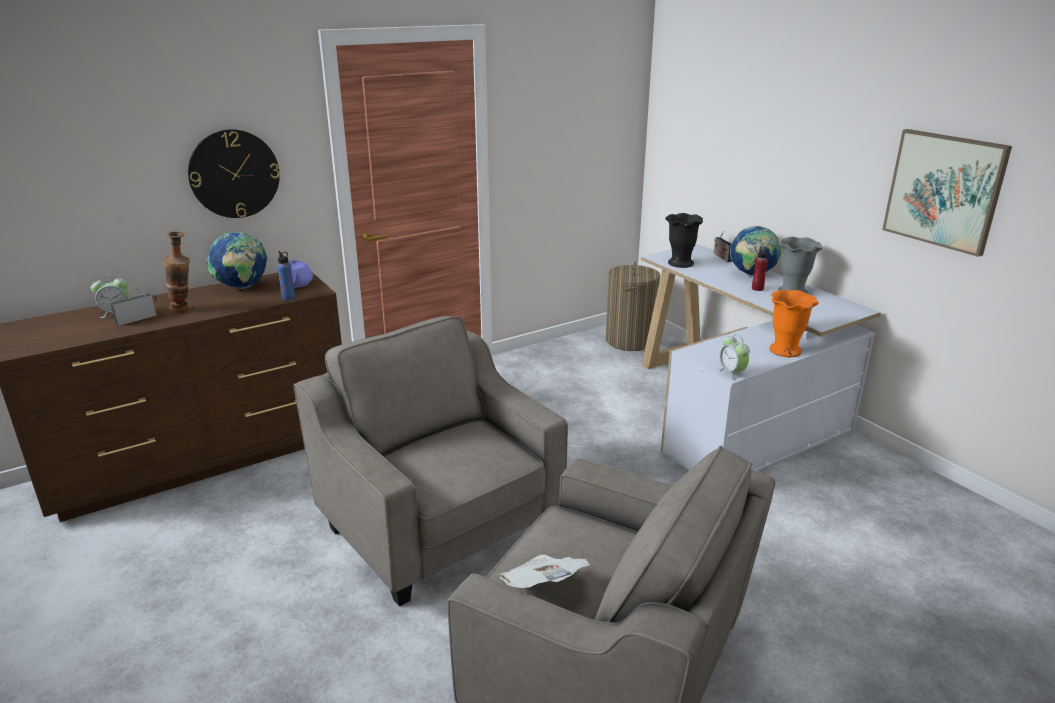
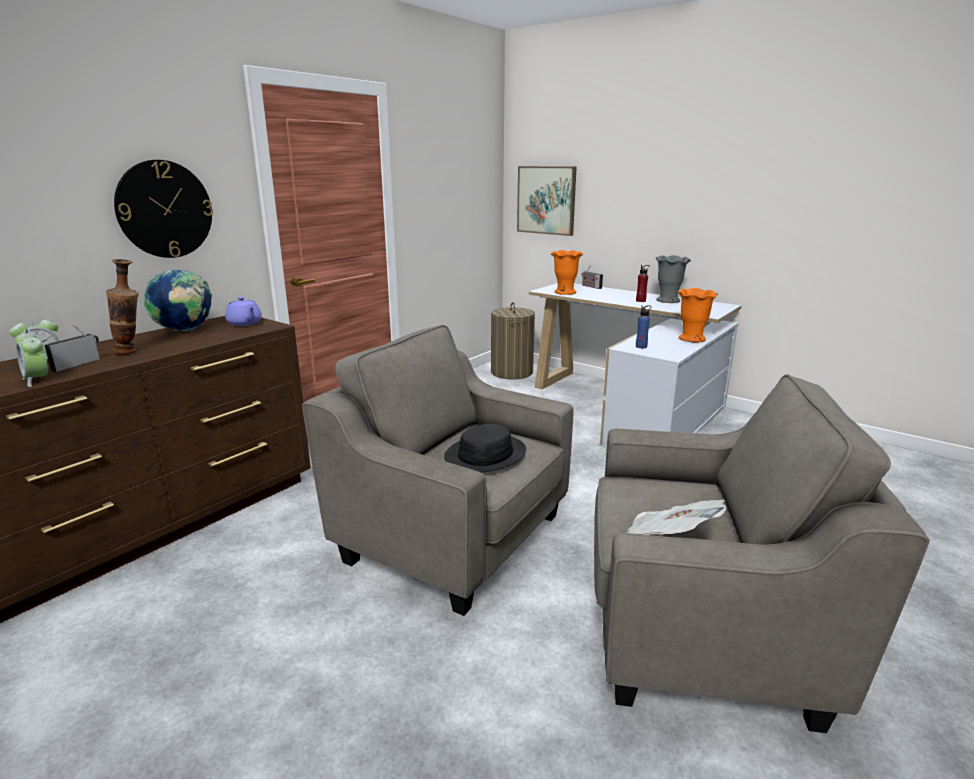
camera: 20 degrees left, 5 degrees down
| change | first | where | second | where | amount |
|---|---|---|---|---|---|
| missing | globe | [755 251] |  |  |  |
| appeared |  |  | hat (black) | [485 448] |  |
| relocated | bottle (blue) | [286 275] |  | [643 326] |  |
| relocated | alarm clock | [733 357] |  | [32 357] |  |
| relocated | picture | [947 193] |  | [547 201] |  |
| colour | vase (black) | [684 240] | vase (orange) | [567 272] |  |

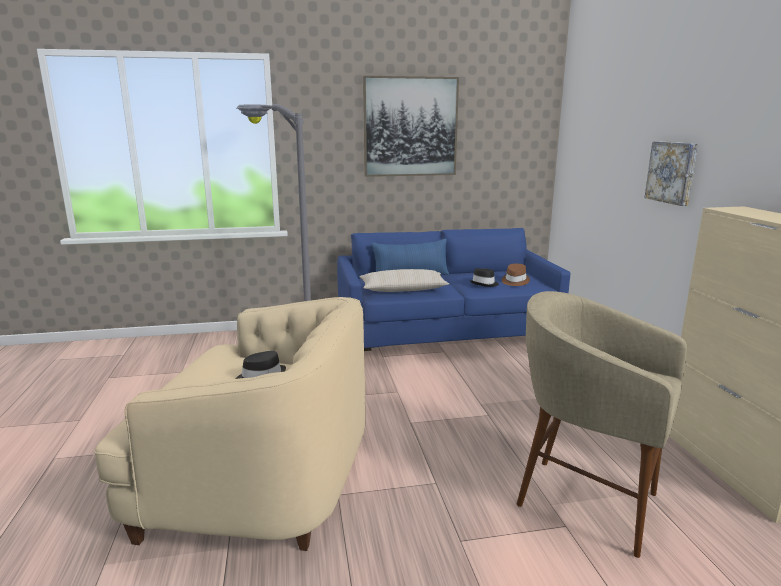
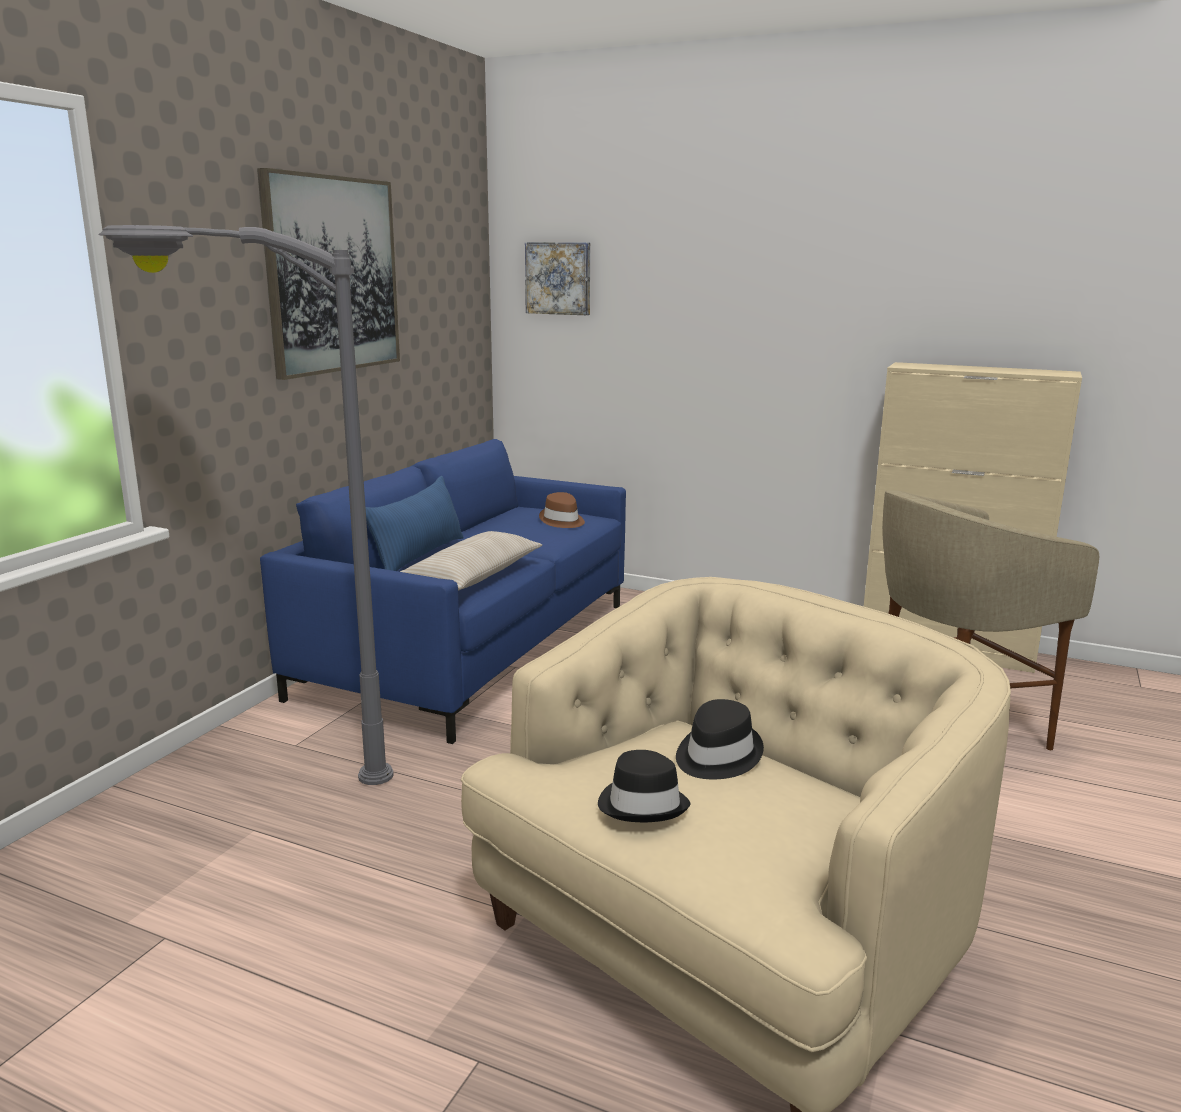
camera: 55 degrees left, 0 degrees up
| change | first | where | second | where | amount |
|---|---|---|---|---|---|
| relocated | hat (black) | [484 277] |  | [644 786] |  |
| relocated | picture | [671 173] |  | [557 278] |  |

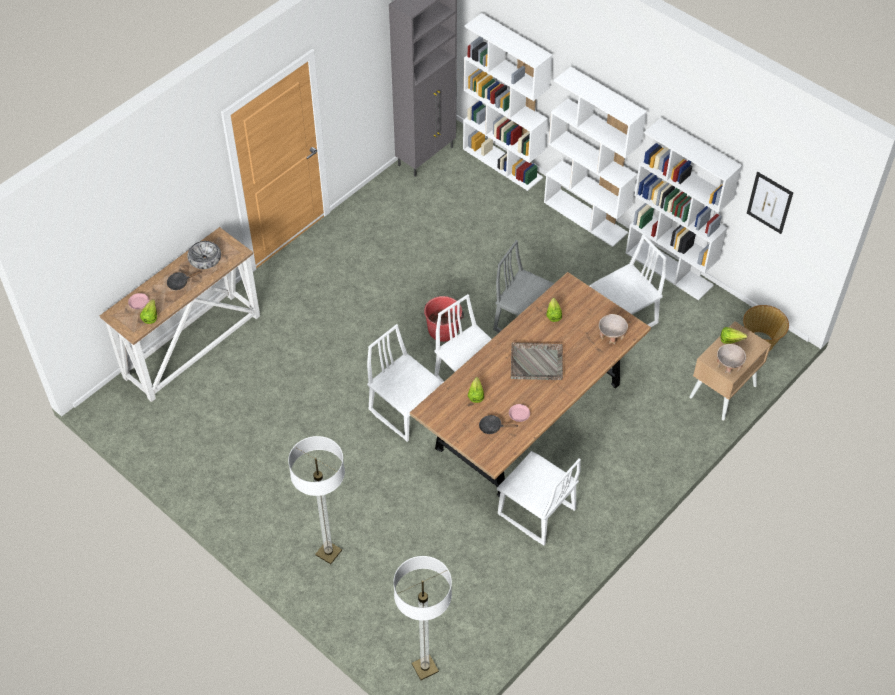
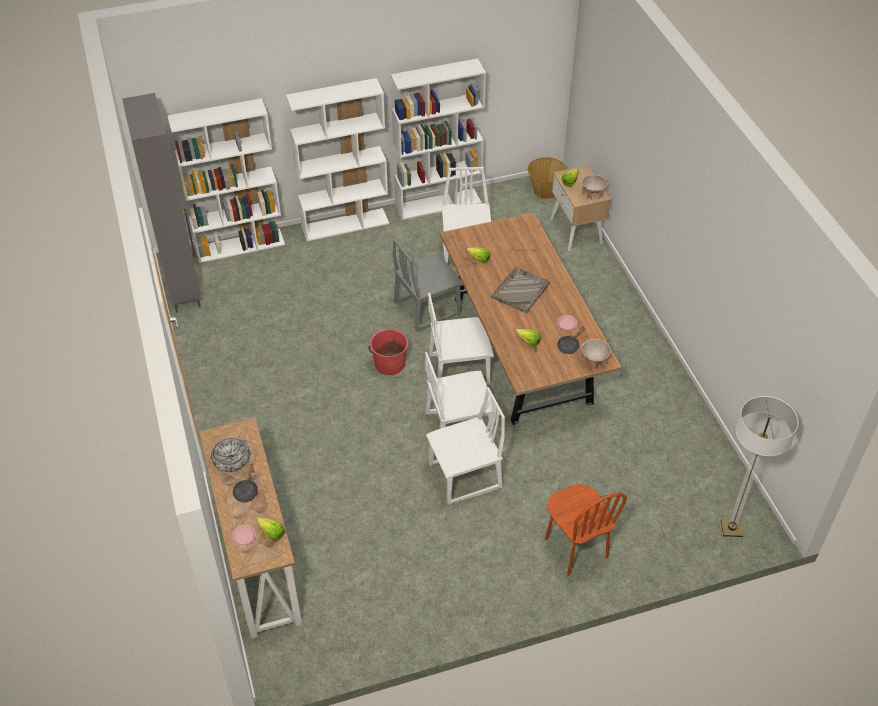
camera: 60 degrees left, 5 degrees down
| change | first | where | second | where | amount |
|---|---|---|---|---|---|
| missing | picture | [770 203] |  |  |  |
| relocated | chair (white) | [539 498] |  | [465 446] |  |
| relocated | bowl (beige) | [613 329] |  | [596 354] |  |
| exchanged | floor lamp | [316 500] | chair (brown) | [586 530] |  |

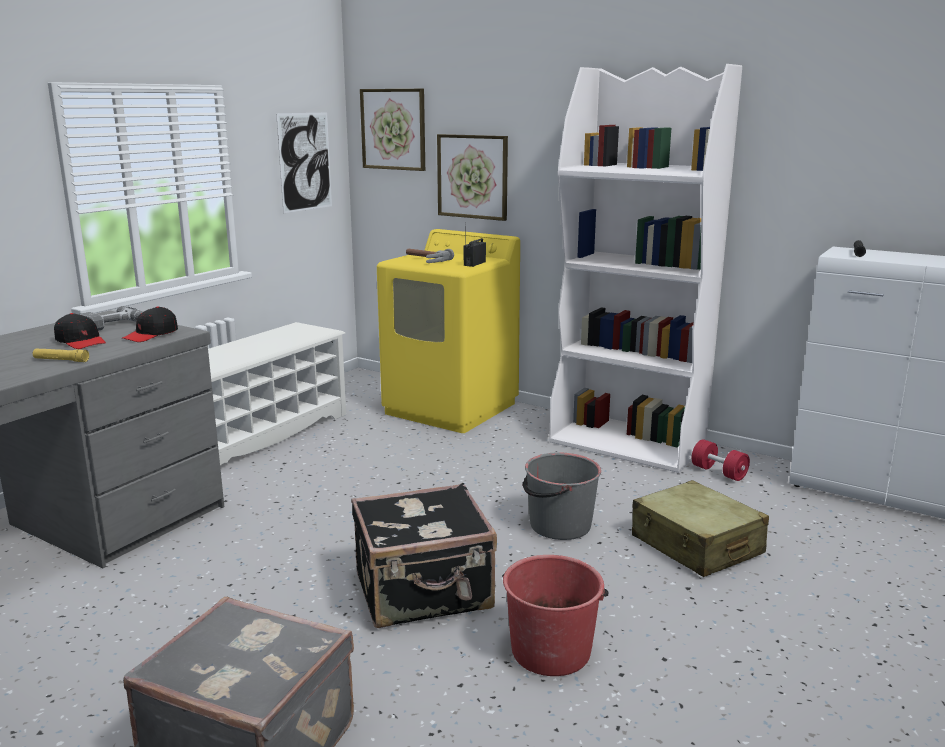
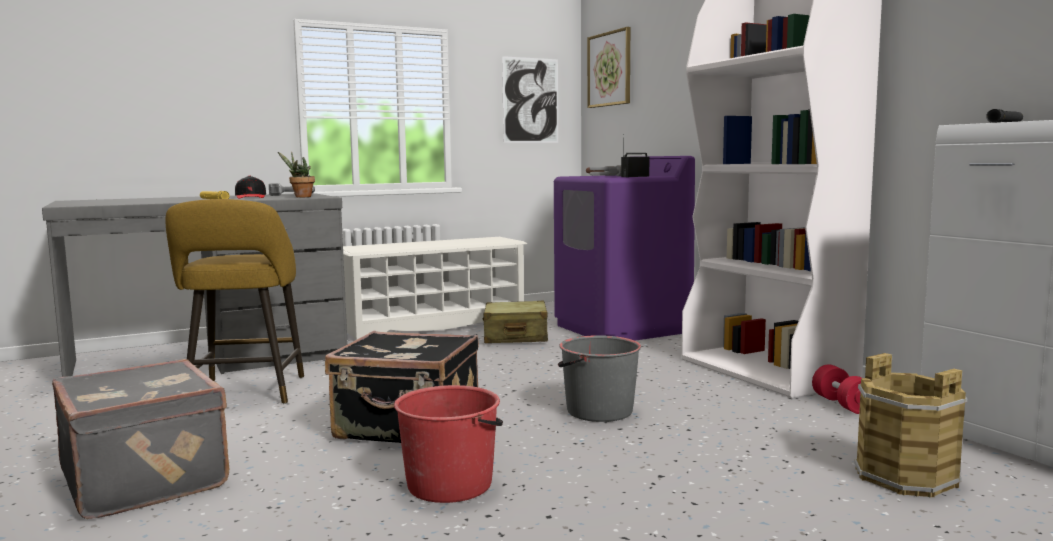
camera: 30 degrees right, 10 degrees down
| change | first | where | second | where | amount |
|---|---|---|---|---|---|
| missing | picture | [472 177] |  |  |  |
| appeared |  |  | stool (yellow) | [234 301] |  |
| appeared |  |  | bucket (brown) | [910 425] |  |
| relocated | suitcase (beige) | [700 528] |  | [515 322] |  |
| exchanged | cap (black) | [150 324] | potted plant | [296 174] |  |
| colour | washing machine (yellow) | [448 331] | washing machine (purple) | [624 248] |  |

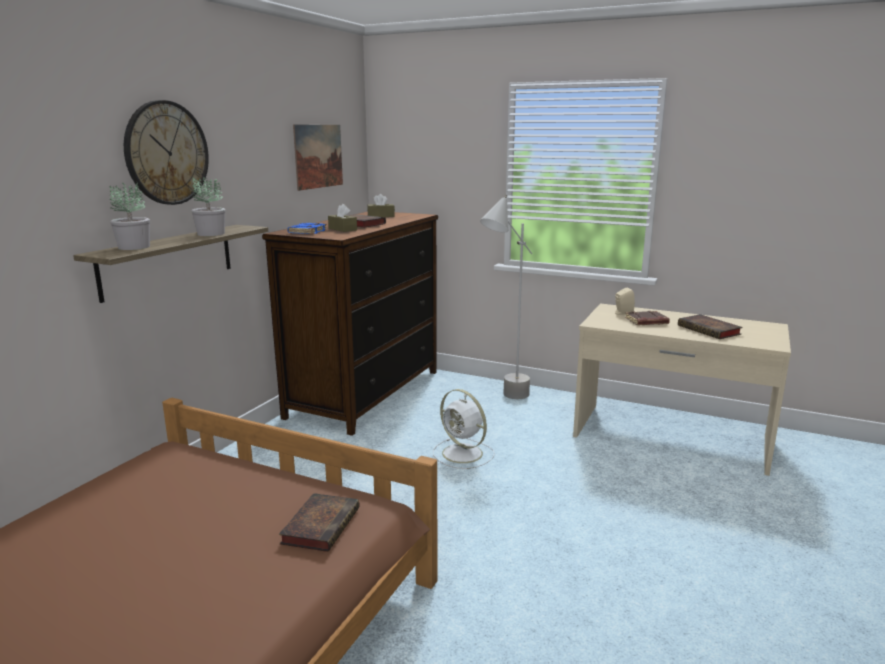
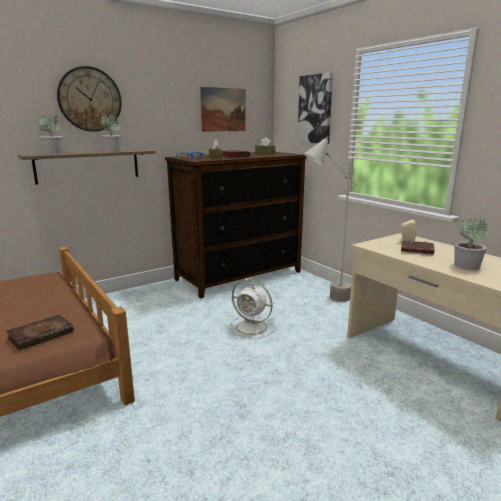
camera: 30 degrees right, 0 degrees up
| change | first | where | second | where | amount |
|---|---|---|---|---|---|
| appeared |  |  | picture | [315 108] |  |
| exchanged | book | [710 326] | potted plant | [471 244] |  |
| spun | fan (white) | [464 429] |  | [252 309] | 45 degrees counterclockwise |

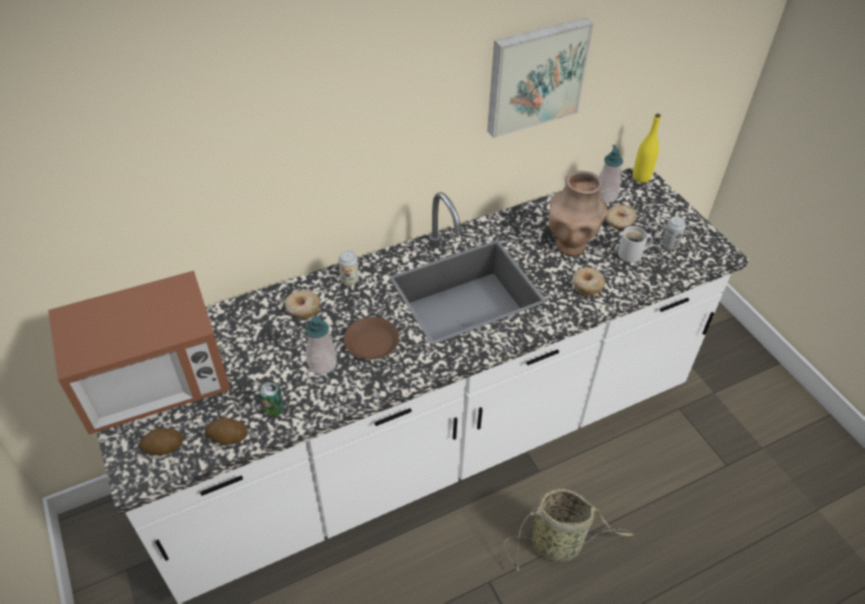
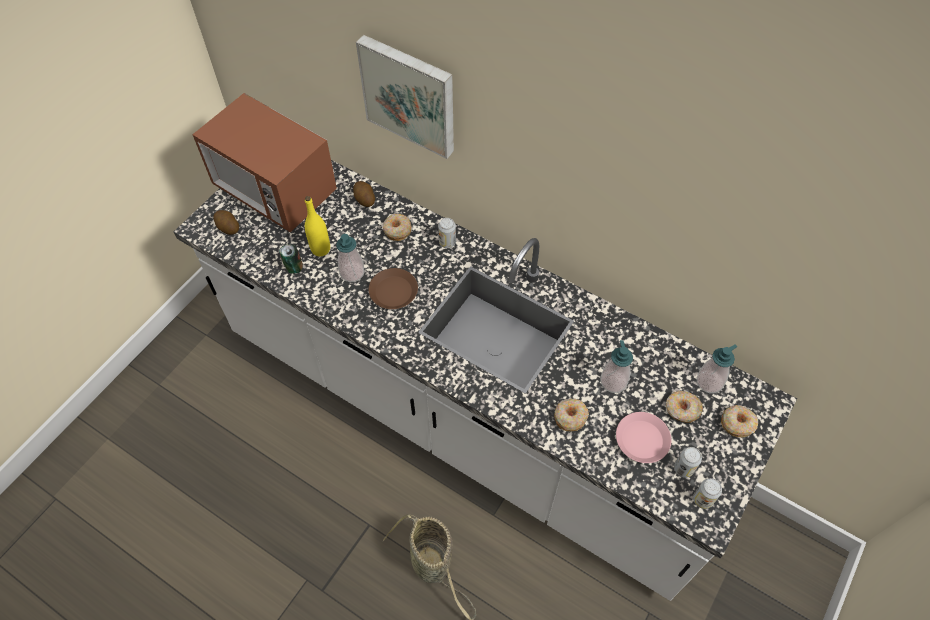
camera: 60 degrees right, 10 degrees up
| change | first | where | second | where | amount |
|---|---|---|---|---|---|
| appeared |  |  | can | [707 493] |  |
| appeared |  |  | donut | [739 421] |  |
| relocated | potato | [226 431] |  | [364 194] |  |
| relocated | picture | [540 78] |  | [405 97] |  |
| relocated | bottle (yellow) | [647 148] |  | [317 226] |  |
| exchanged | vase (brown) | [578 213] | soap dispenser | [616 366] |  |
| exchanged | mug (white) | [635 244] | plate (pink) | [644 437] |  |

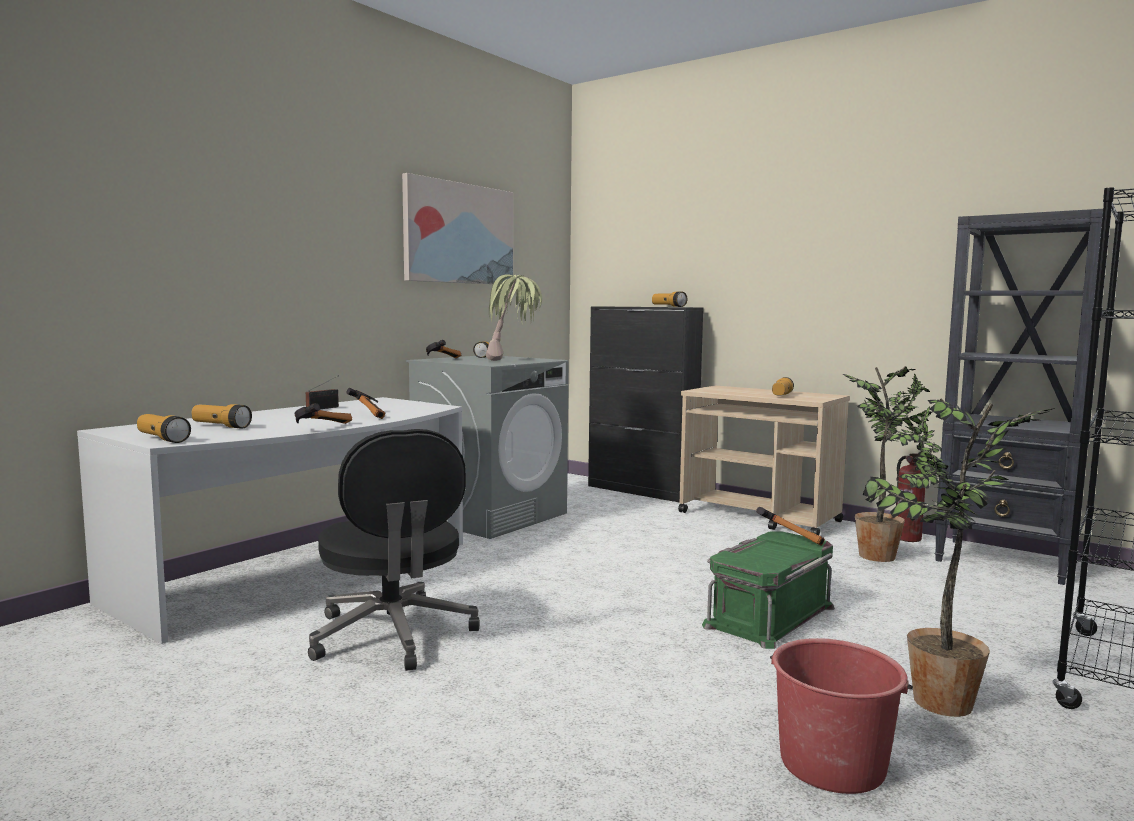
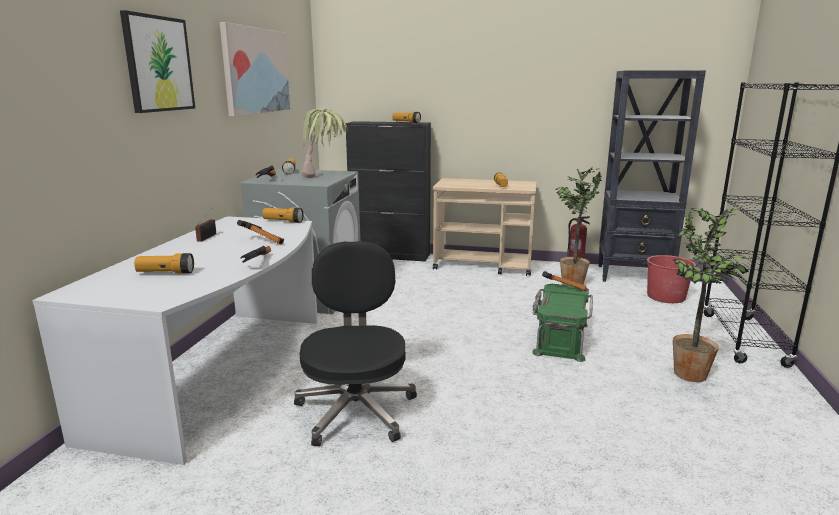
camera: 25 degrees left, 10 degrees up
| change | first | where | second | where | amount |
|---|---|---|---|---|---|
| appeared |  |  | picture | [157 61] |  |
| relocated | flashlight | [164 428] |  | [283 215] |  |
| relocated | bucket (red) | [841 716] |  | [670 279] |  |
| spun | office chair (black) | [394 550] |  | [355 343] | 135 degrees counterclockwise |

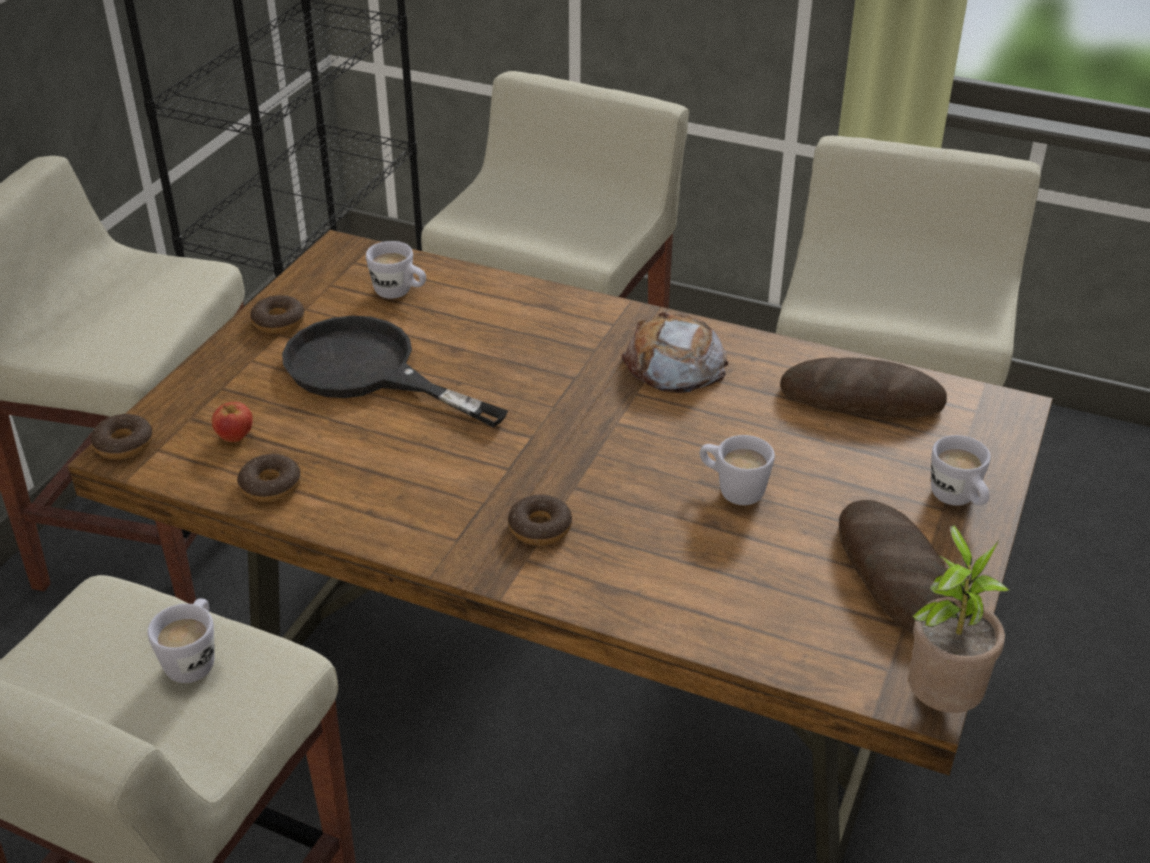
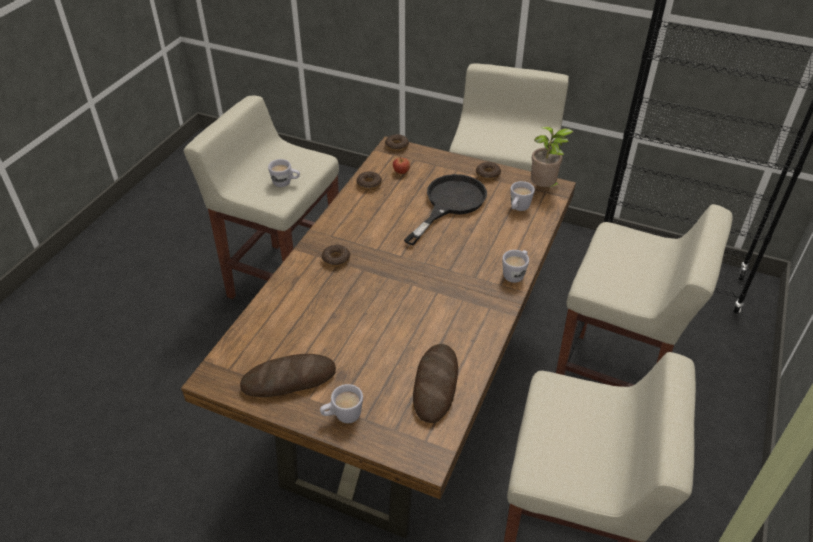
camera: 90 degrees right, 5 degrees up
| change | first | where | second | where | amount |
|---|---|---|---|---|---|
| missing | bread | [674 352] |  |  |  |
| relocated | mug (white) | [737 470] |  | [515 266] |  |
| relocated | potted plant | [959 619] |  | [552 157] |  |

